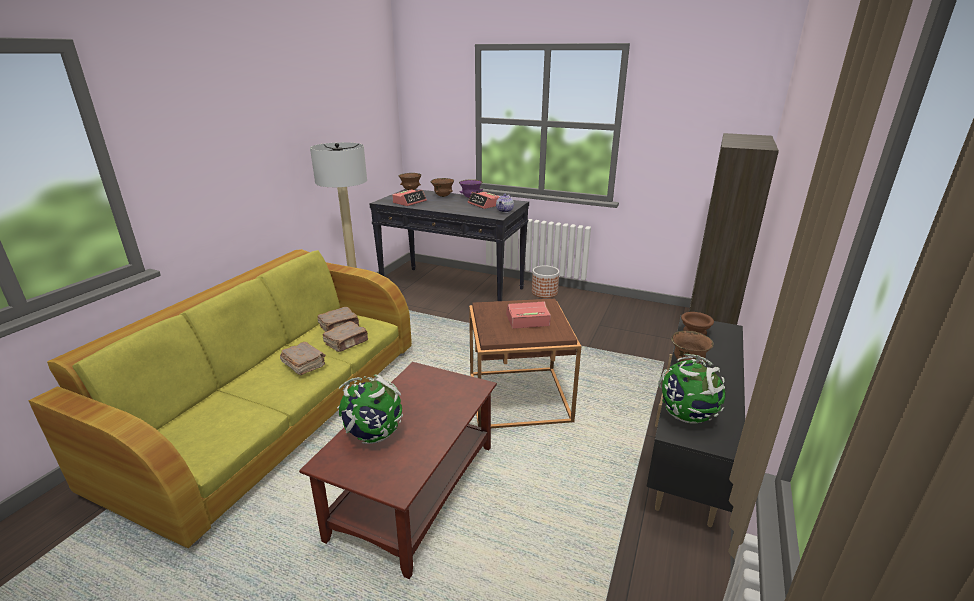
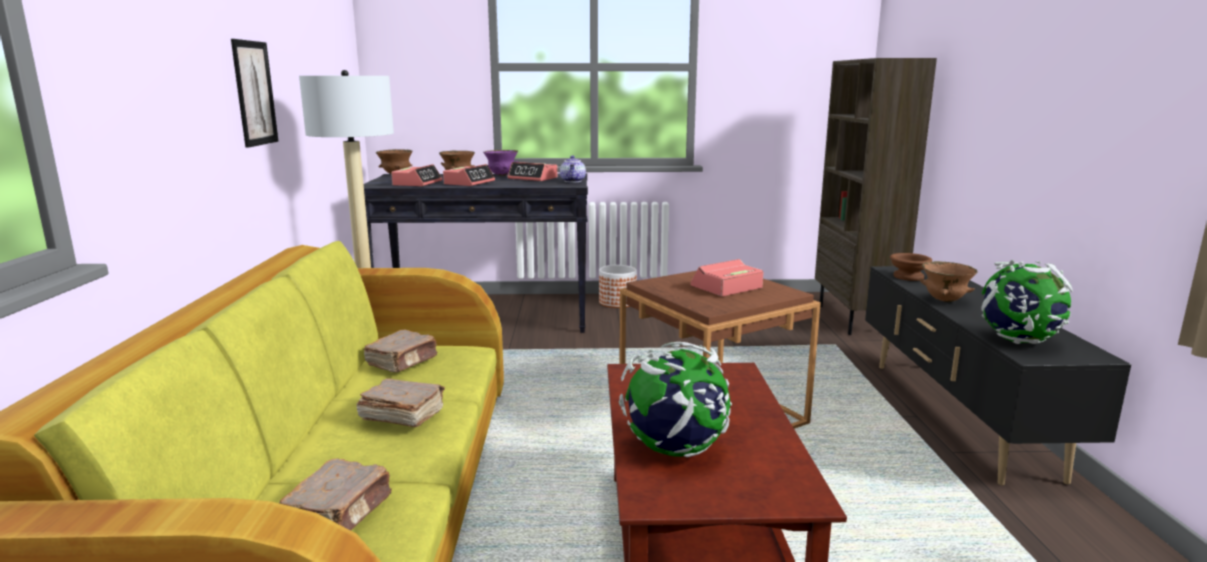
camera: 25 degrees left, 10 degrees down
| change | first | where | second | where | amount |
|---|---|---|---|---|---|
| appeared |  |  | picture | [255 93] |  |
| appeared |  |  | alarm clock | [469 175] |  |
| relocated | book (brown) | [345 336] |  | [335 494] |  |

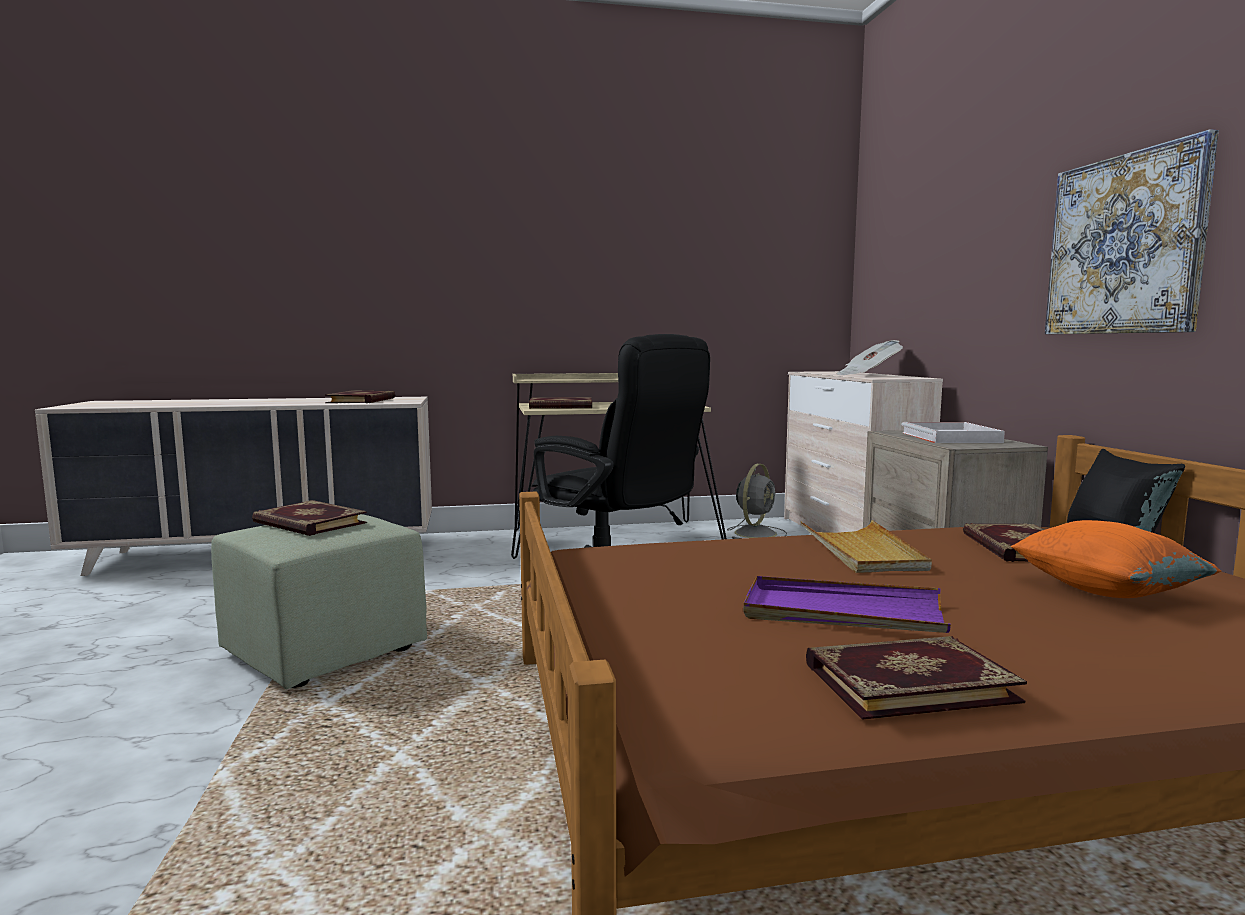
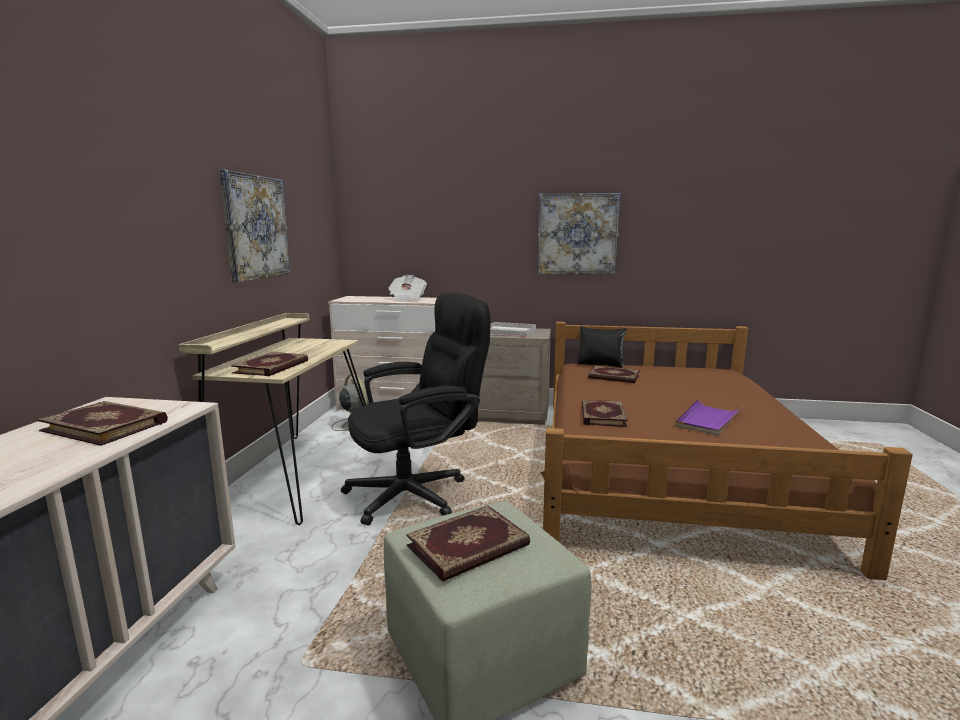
camera: 70 degrees left, 5 degrees up
| change | first | where | second | where | amount |
|---|---|---|---|---|---|
| missing | tray (beige) | [866 546] |  |  |  |
| missing | pillow (orange) | [1116 559] |  |  |  |
| appeared |  |  | picture | [255 226] |  |
| relocated | book | [916 678] |  | [605 413] |  |

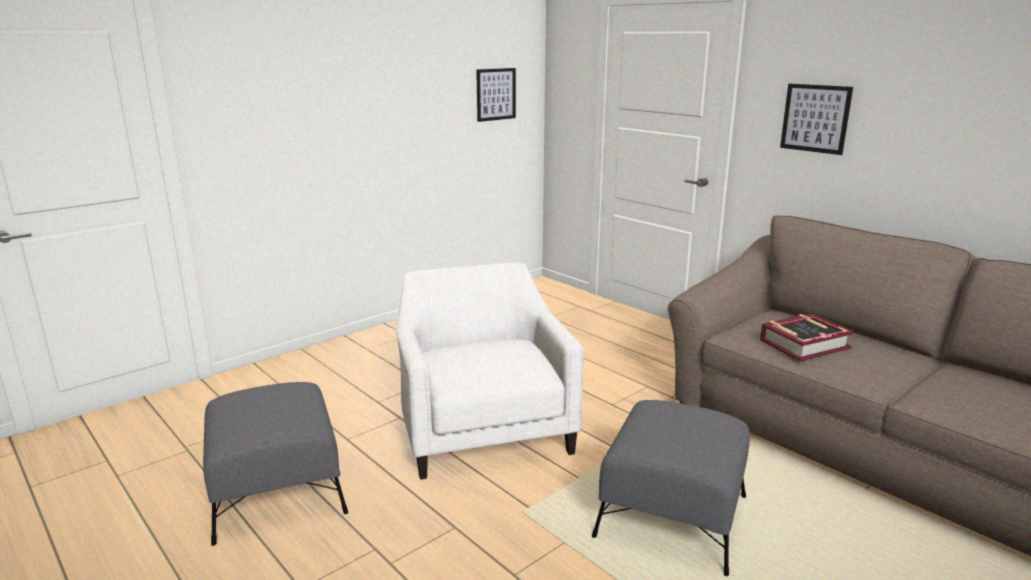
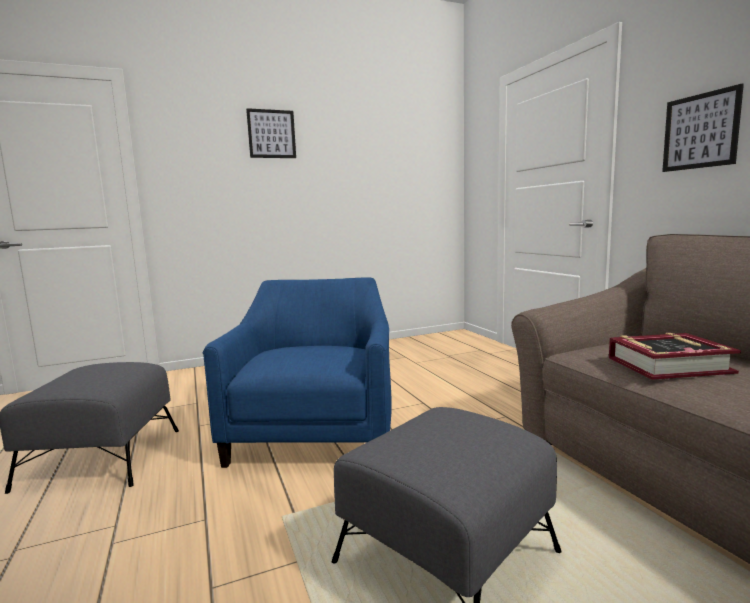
camera: 20 degrees right, 10 degrees down
| change | first | where | second | where | amount |
|---|---|---|---|---|---|
| relocated | picture | [496 95] |  | [271 133] |  |
| colour | armchair (white) | [490 371] | armchair (blue) | [297 372] |  |

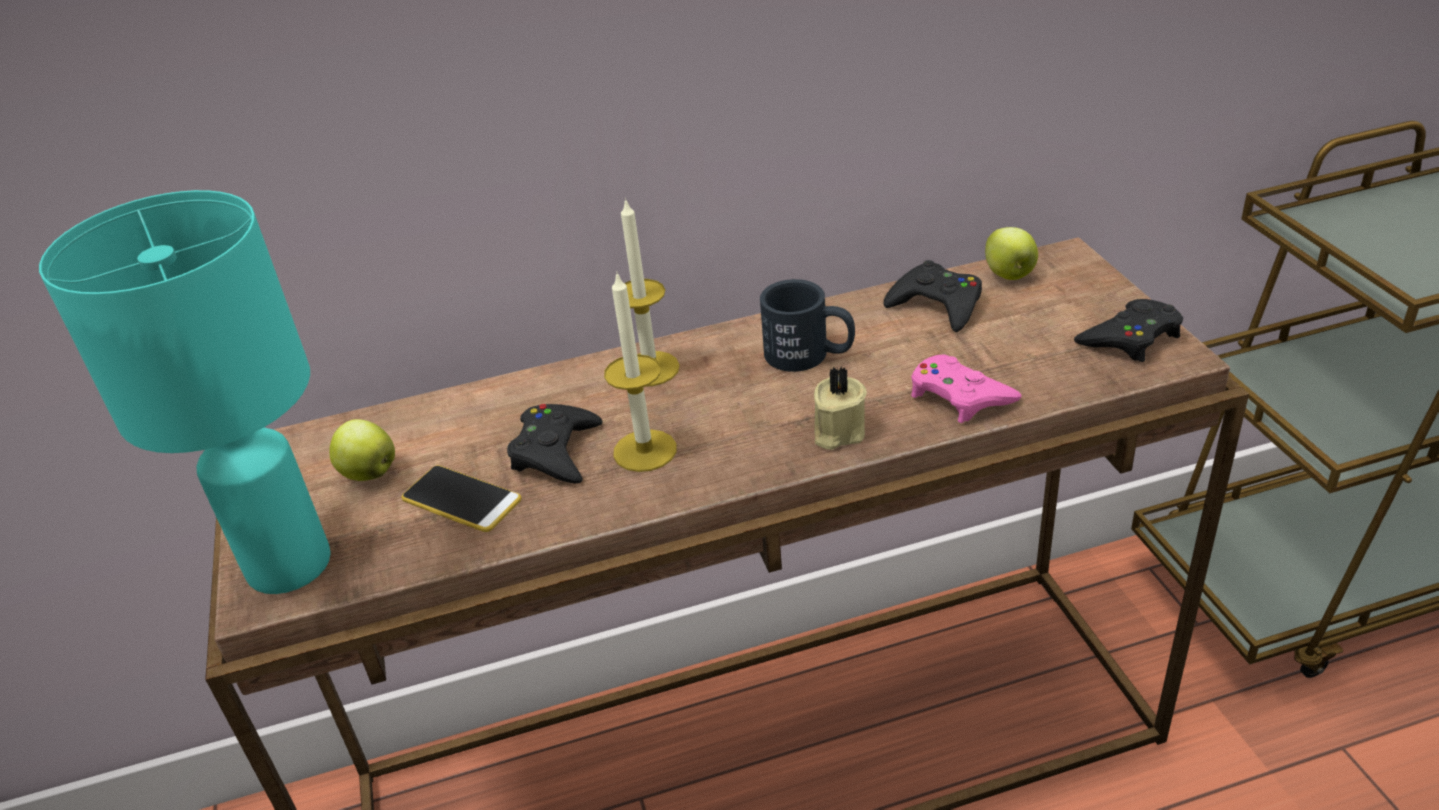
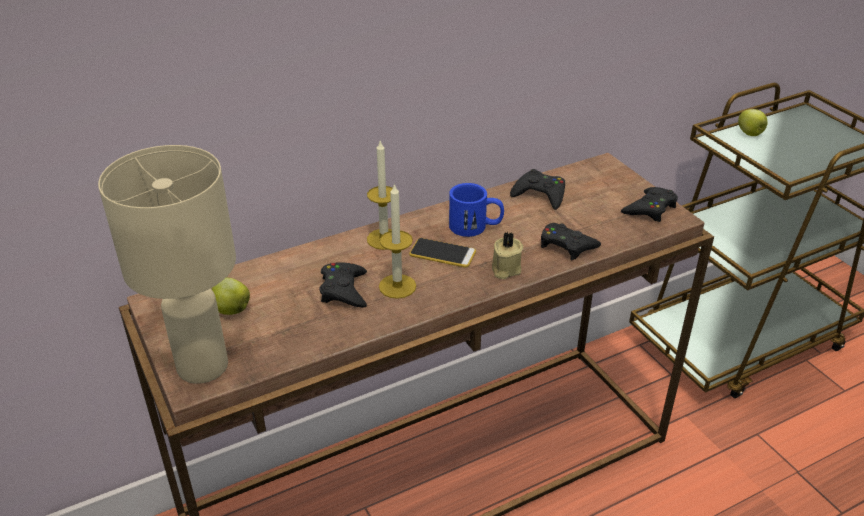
camera: 15 degrees left, 0 degrees up
| change | first | where | second | where | amount |
|---|---|---|---|---|---|
| relocated | phone | [461 498] |  | [442 253] |  |
| relocated | apple | [1011 253] |  | [752 122] |  |
| colour | table lamp (turquoise) | [185 392] | table lamp (beige) | [167 264] |  |
| colour | mug (black) | [807 325] | mug (blue) | [476 210] |  |
| colour | game controller (pink) | [966 389] | game controller (black) | [571 241] |  |

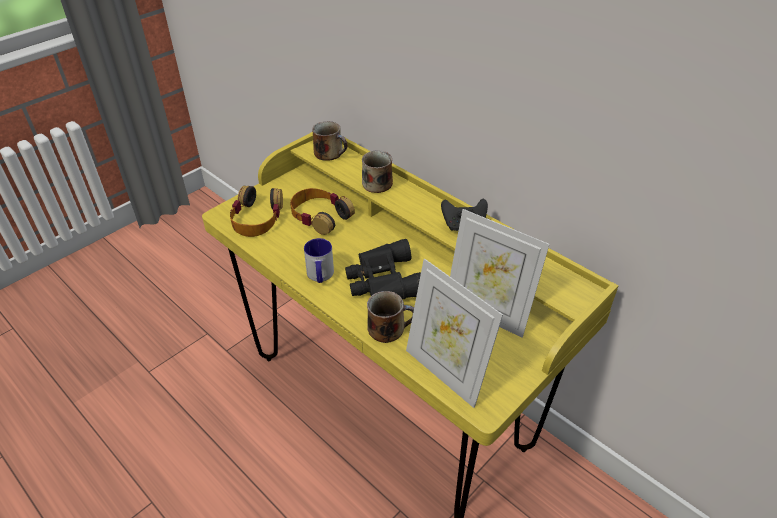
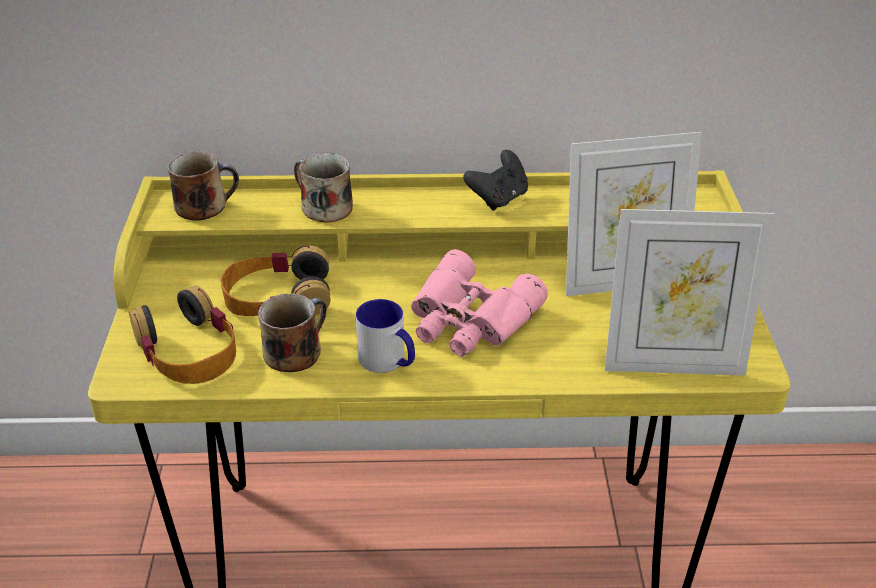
camera: 45 degrees left, 5 degrees down
| change | first | where | second | where | amount |
|---|---|---|---|---|---|
| relocated | mug | [390 317] |  | [292 332] |  |
| colour | binoculars (black) | [383 269] | binoculars (pink) | [479 302] |  |

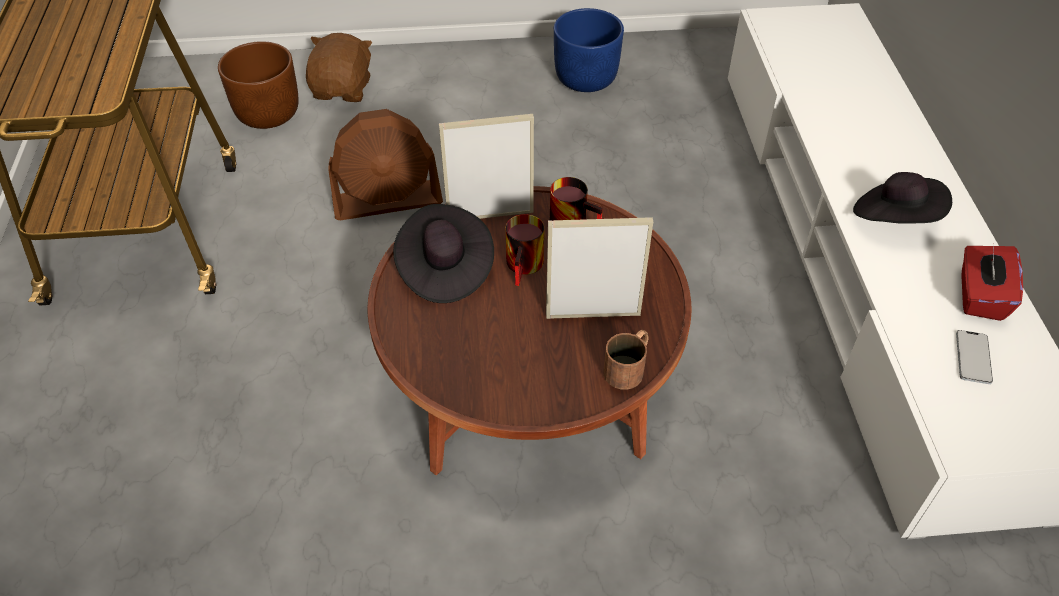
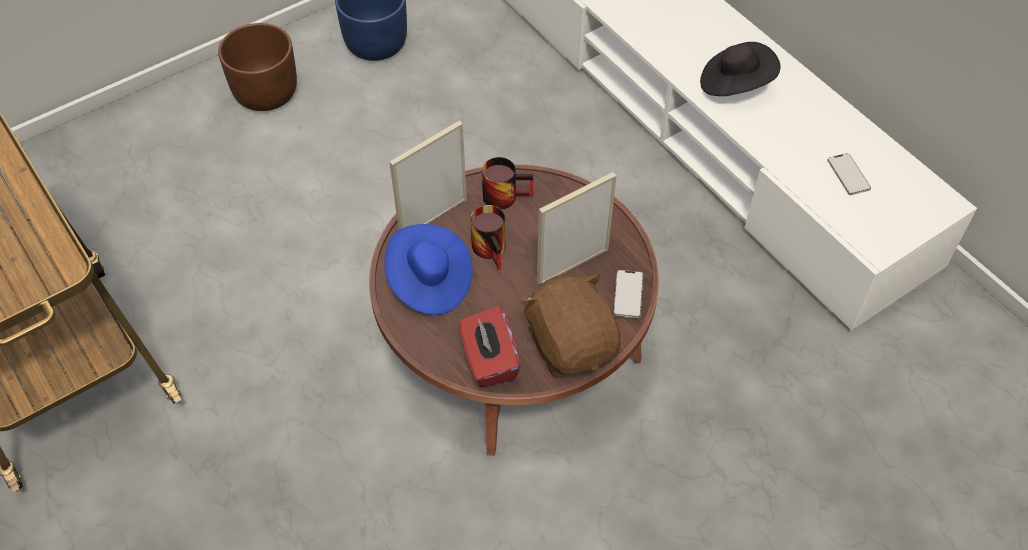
camera: 30 degrees left, 5 degrees up
| change | first | where | second | where | amount |
|---|---|---|---|---|---|
| missing | fan (brown) | [385 164] |  |  |  |
| relocated | planter (brown) | [258 85] |  | [257 67] |  |
| relocated | plush toy (brown) | [339 67] |  | [570 325] |  |
| relocated | tissue box (red) | [992 283] |  | [490 346] |  |
| exchanged | mug (brown) | [626 360] | phone | [628 294] |  |
| colour | hat (black) | [443 253] | hat (blue) | [428 269] |  |

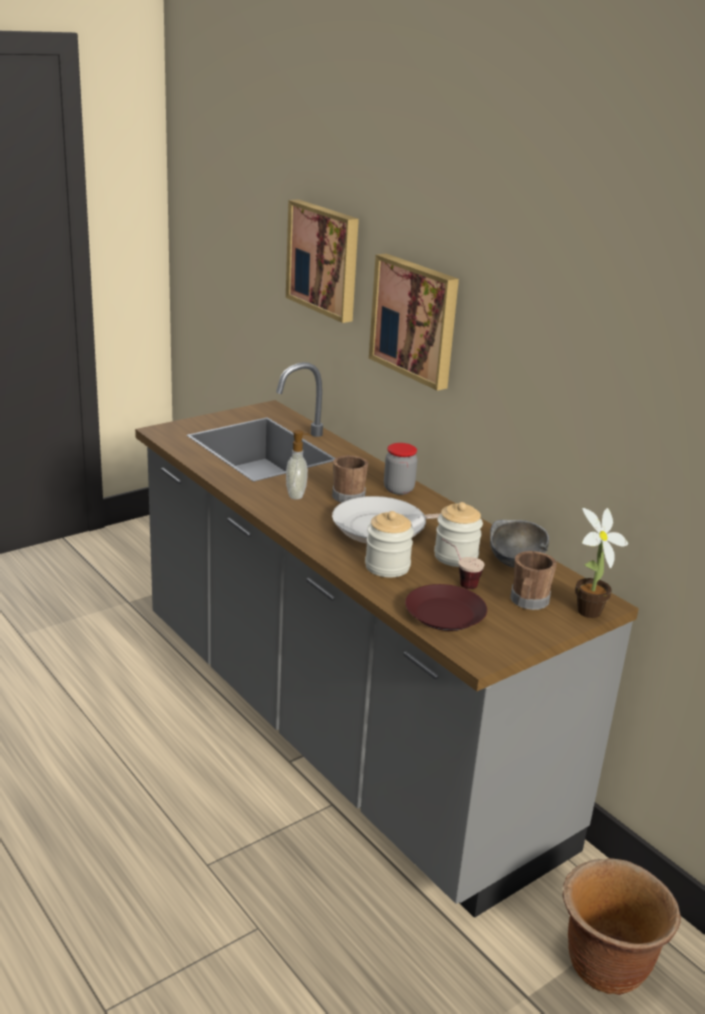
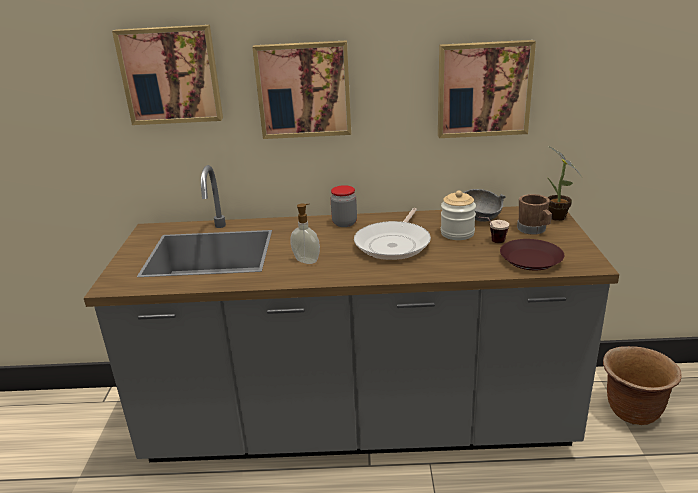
camera: 50 degrees left, 0 degrees up
| change | first | where | second | where | amount |
|---|---|---|---|---|---|
| missing | mug (brown) | [350 479] |  |  |  |
| missing | jar | [389 544] |  |  |  |
| appeared |  |  | picture | [487 89] |  |

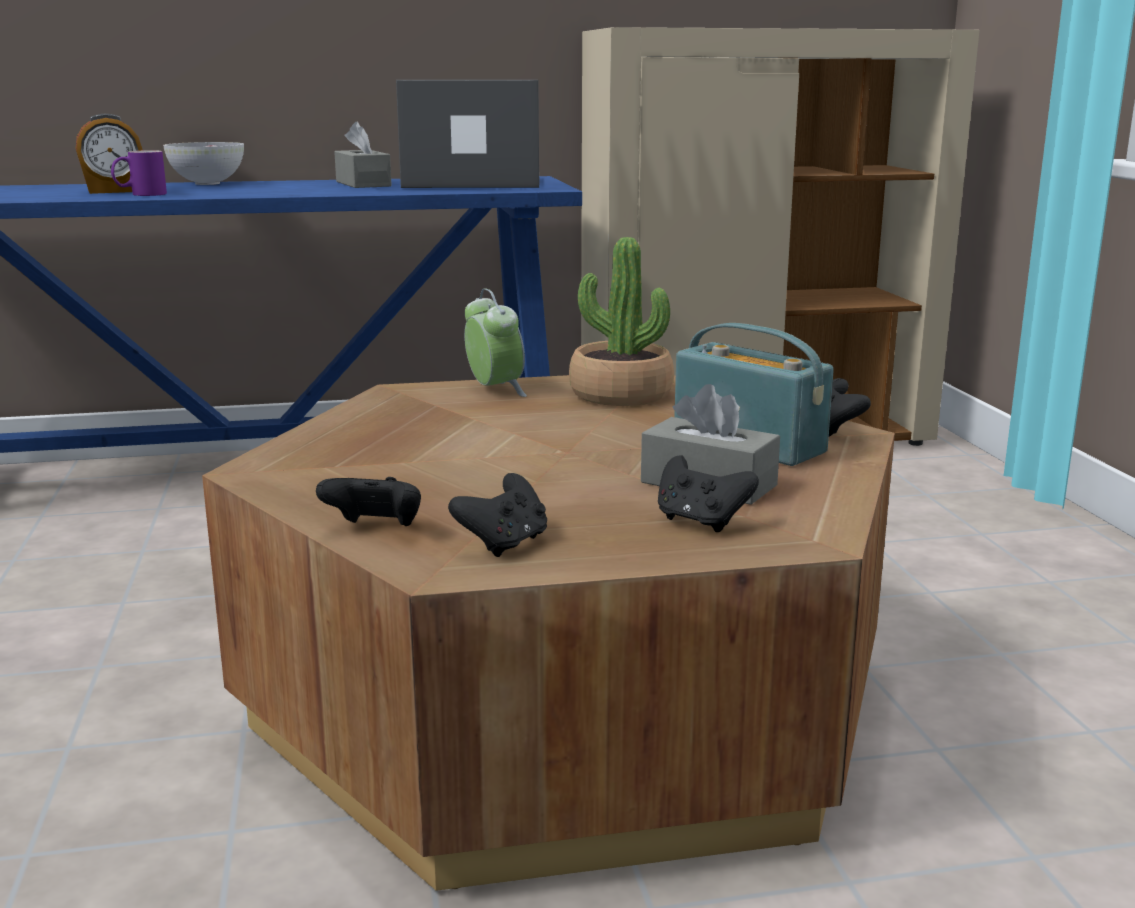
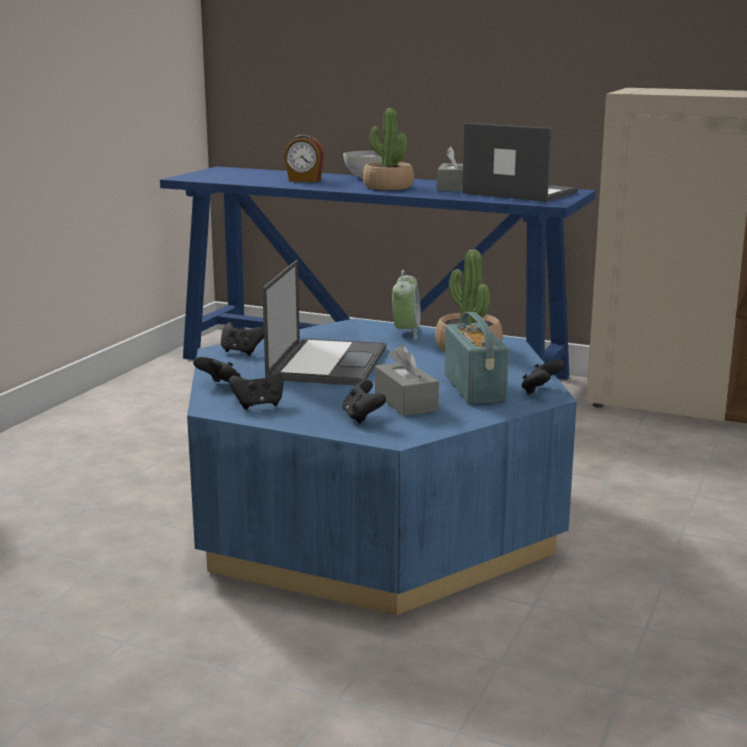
camera: 35 degrees right, 0 degrees up
| change | first | where | second | where | amount |
|---|---|---|---|---|---|
| missing | mug (purple) | [139 173] |  |  |  |
| appeared |  |  | game controller (black) | [242 339] |  |
| appeared |  |  | laptop | [324 322] |  |
| appeared |  |  | potted plant | [388 149] |  |
| colour | coffee table (brown) | [548 633] | coffee table (blue) | [382 466] |  |

